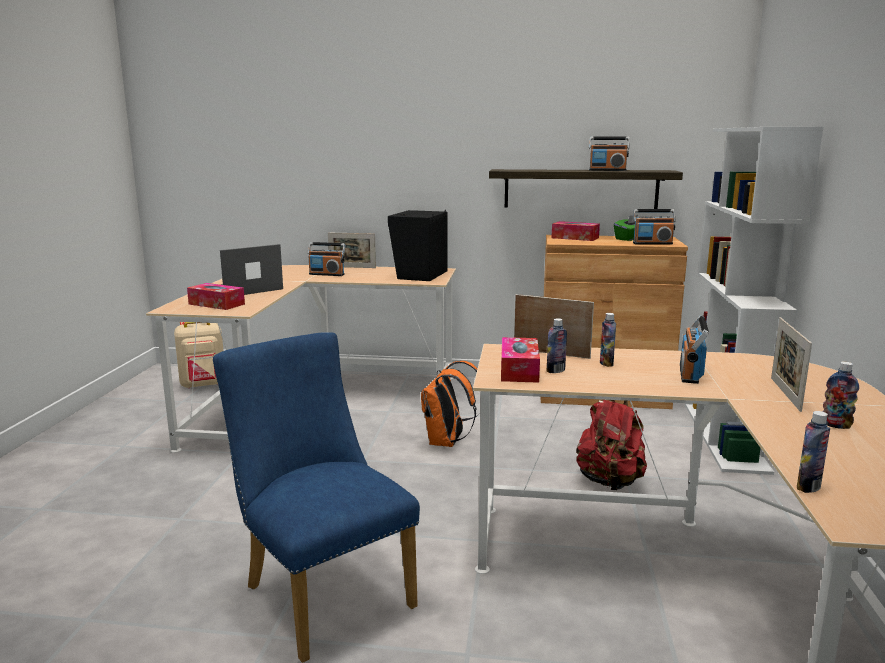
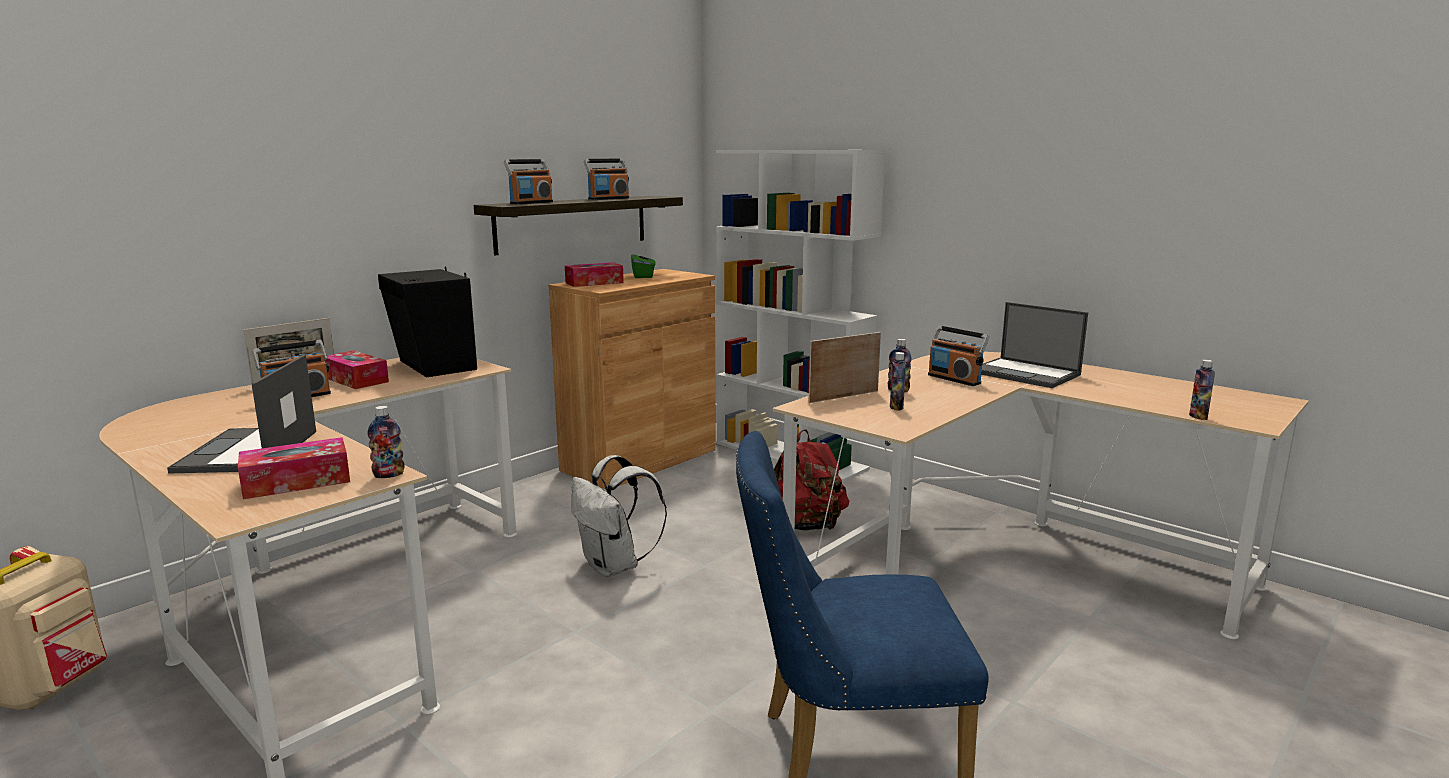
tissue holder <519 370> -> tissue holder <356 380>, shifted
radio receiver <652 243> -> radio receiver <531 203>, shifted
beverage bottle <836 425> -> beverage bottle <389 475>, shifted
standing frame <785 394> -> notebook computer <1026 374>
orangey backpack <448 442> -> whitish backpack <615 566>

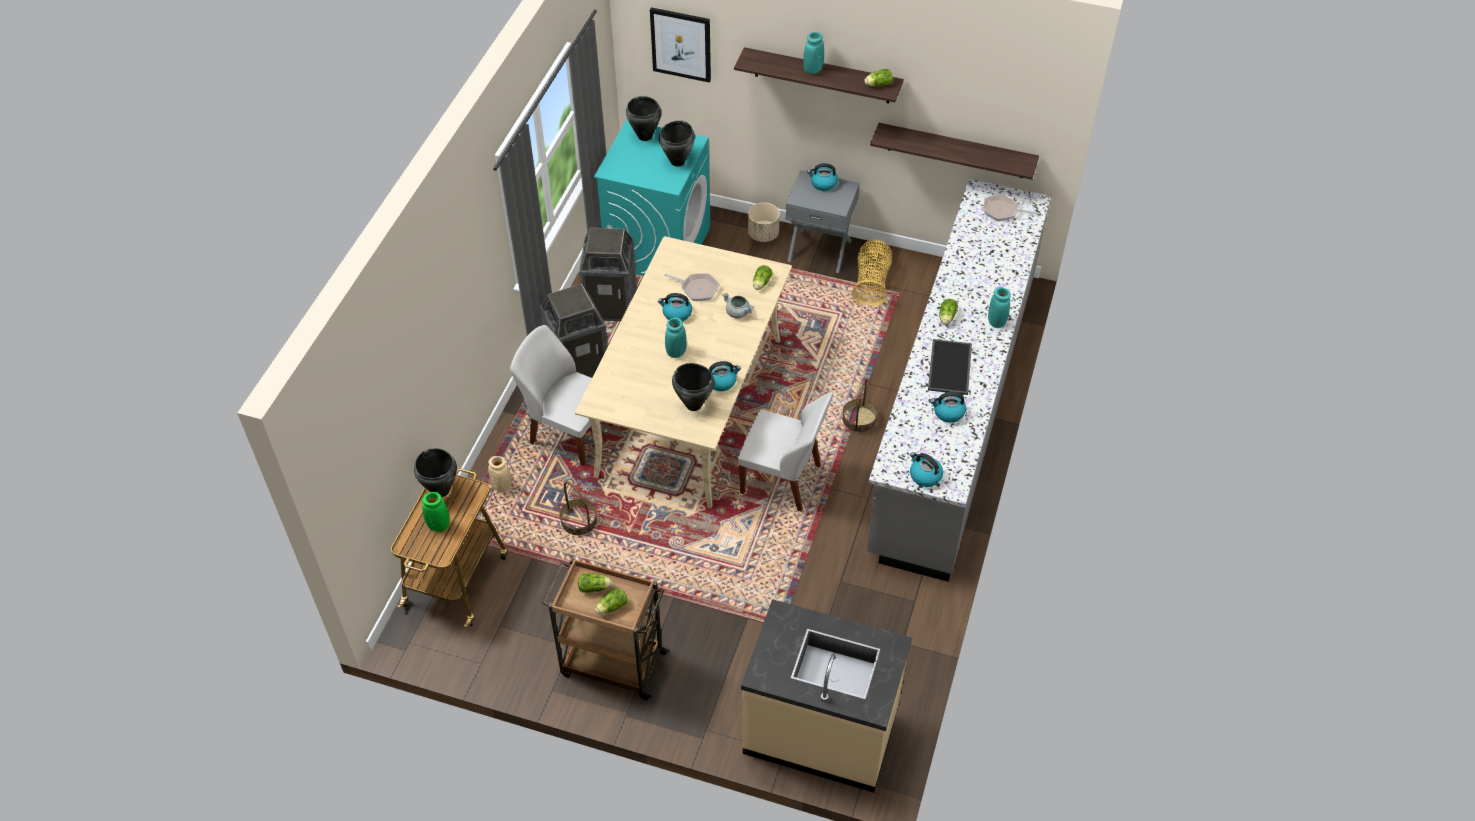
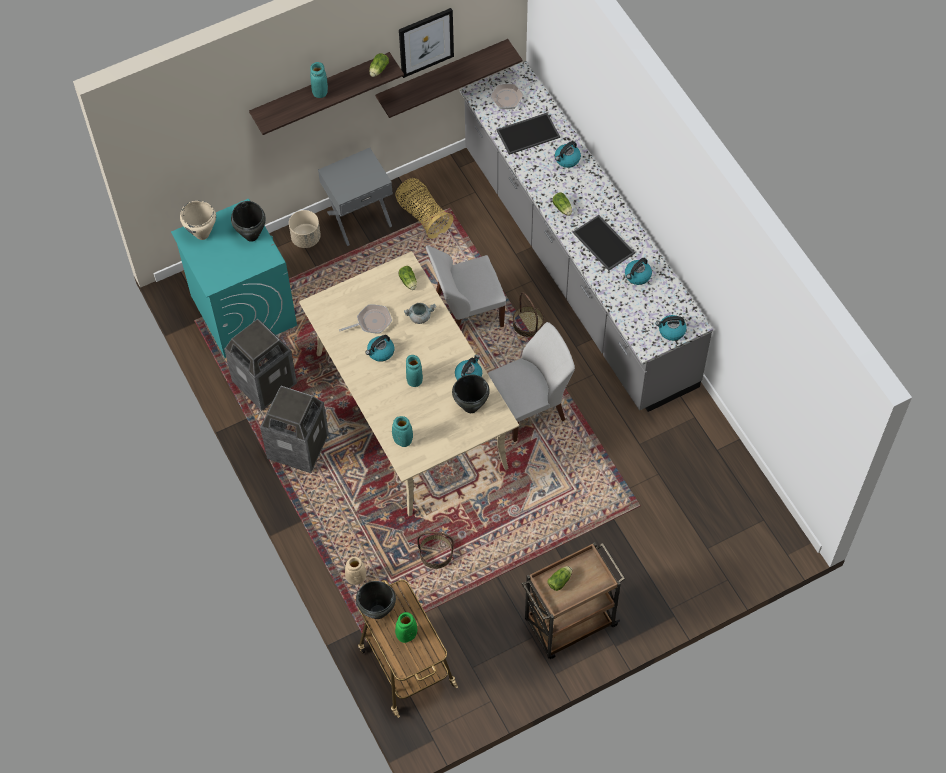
lettuce head <611 607> -> none
sand-coloured counter <821 731> -> none
none -> carrying tray <528 133>
whitish plain chair <570 432> -> whitish plain chair <466 313>, shifted
wall art <681 44> -> wall art <426 42>, shifted
tea kettle <823 183> -> tea kettle <567 159>, shifted
turquoise-coloured decorative vase <996 322> -> turquoise-coloured decorative vase <403 440>, shifted
black stockpot <645 136> -> sand-coloured stockpot <202 234>

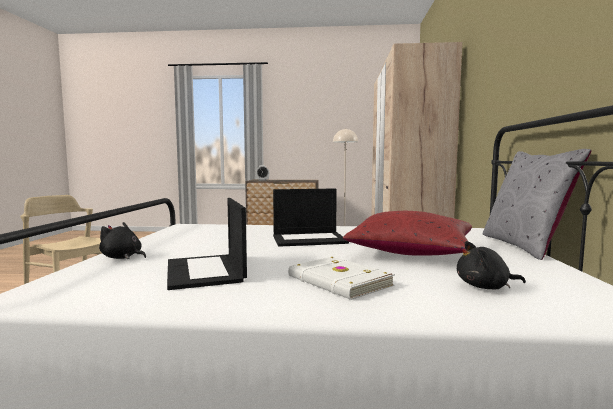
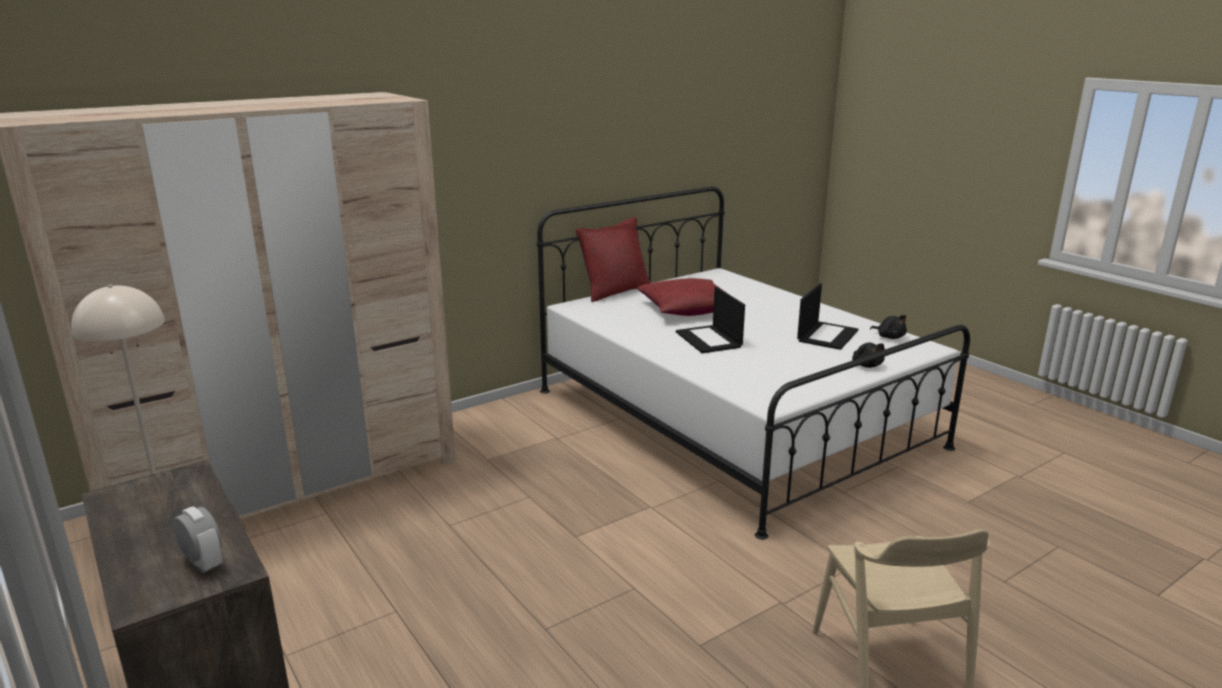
whitish book <338 282> -> none
black plush toy <485 287> -> black plush toy <889 337>, shifted
gray pillow <524 246> -> red pillow <614 291>
notebook computer <310 239> -> notebook computer <709 340>, 150 degrees counterclockwise

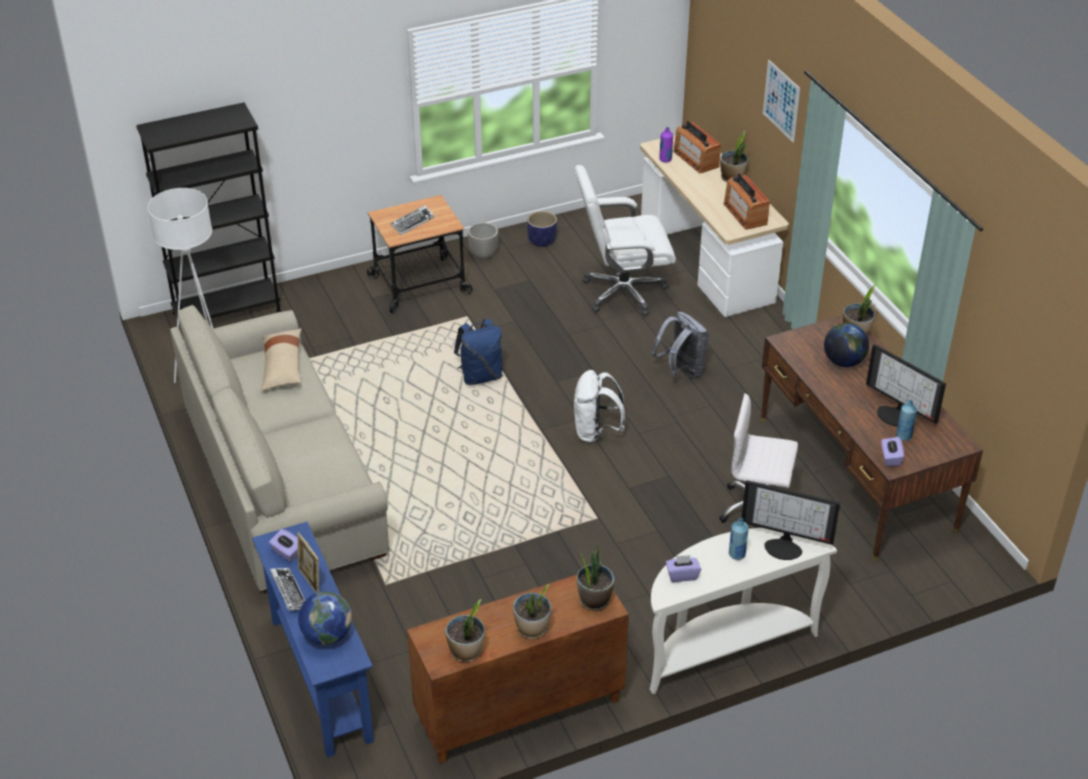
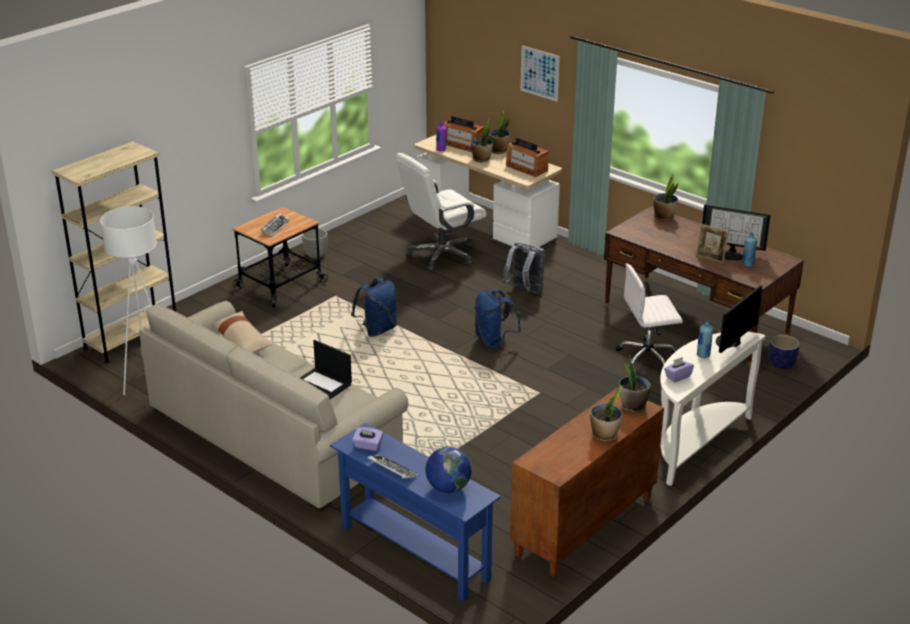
world globe <843 361> -> none
purplish tissue holder <890 458> -> none
none -> notebook computer <323 384>
standing frame <310 581> -> standing frame <710 258>, shifted
houseplant <466 651> -> houseplant <481 159>, shifted
flower pot <541 241> -> flower pot <781 364>, shifted
black bookcase <227 312> -> sand-coloured bookcase <131 338>
whitish backpack <596 432> -> bluish backpack <494 342>
monitor <784 546> -> monitor <730 342>, 135 degrees clockwise

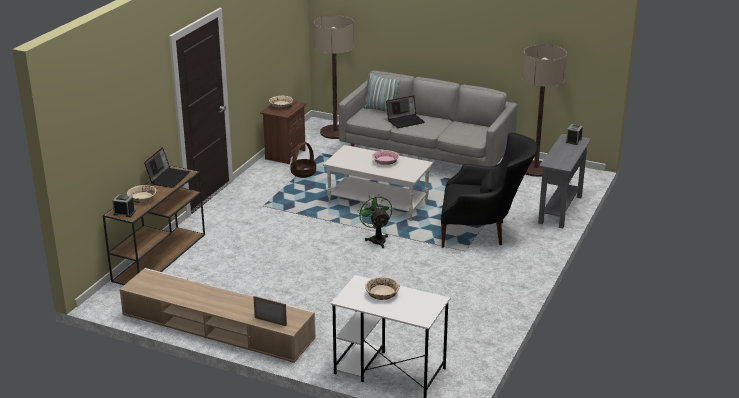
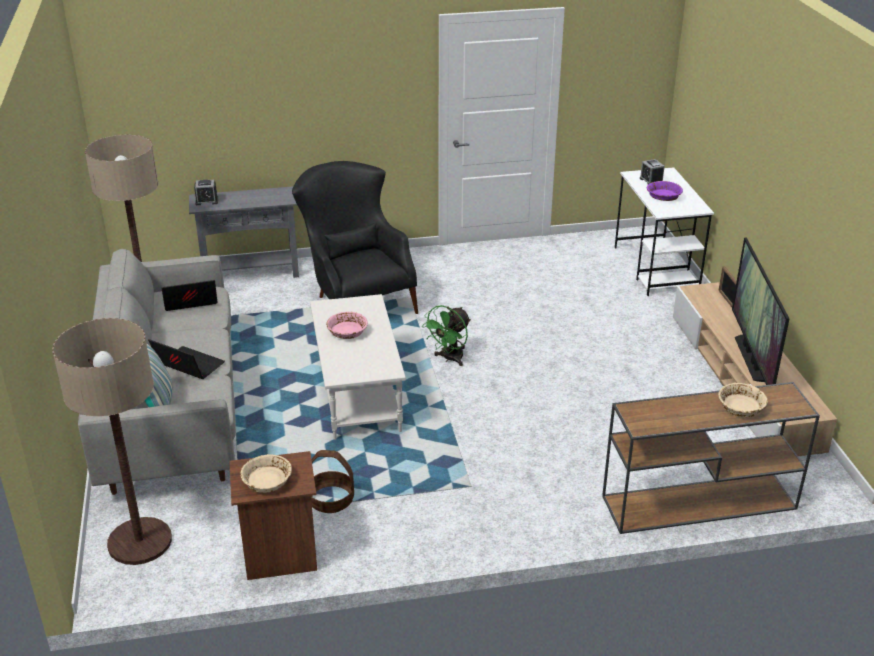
none -> TV set <751 358>
alarm clock <124 213> -> alarm clock <651 181>, shifted
notebook computer <168 178> -> notebook computer <189 302>, shifted
sand-coloured deep dish <382 294> -> purplish deep dish <663 197>

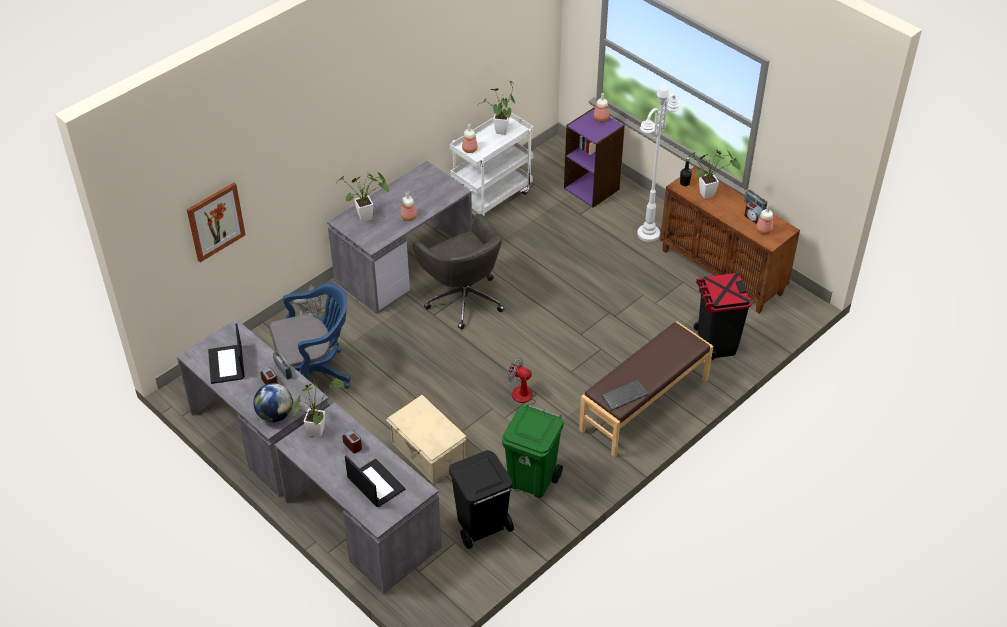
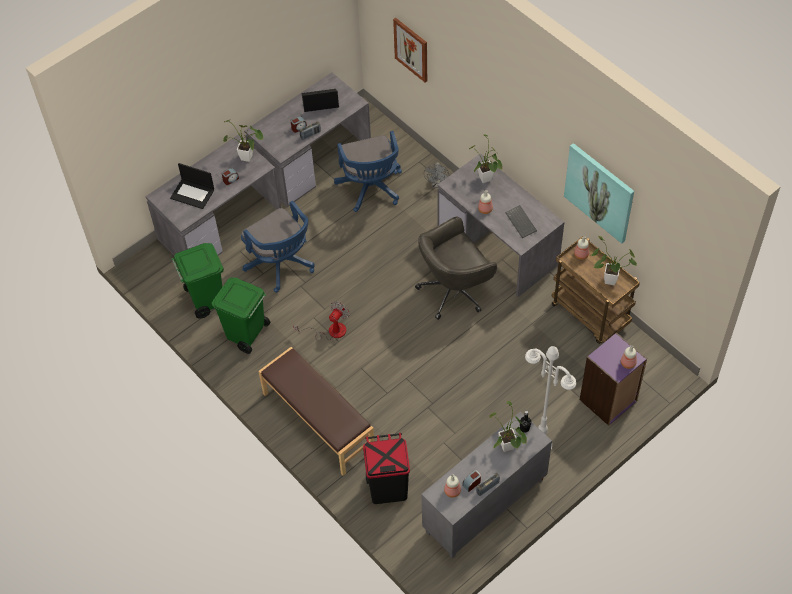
world globe <275 415> -> none
none -> wall art <600 192>
PC keyboard <624 395> -> PC keyboard <521 222>, shifted
sand-coloured storage container <427 453> -> bluish office chair <282 265>
black rubbish bin <481 527> -> green-coloured rubbish bin <206 299>
whitish trolley <492 198> -> brown trolley <591 314>
brown cabinet <723 272> -> gray cabinet <484 507>
notebook computer <375 483> -> notebook computer <193 194>, 60 degrees clockwise

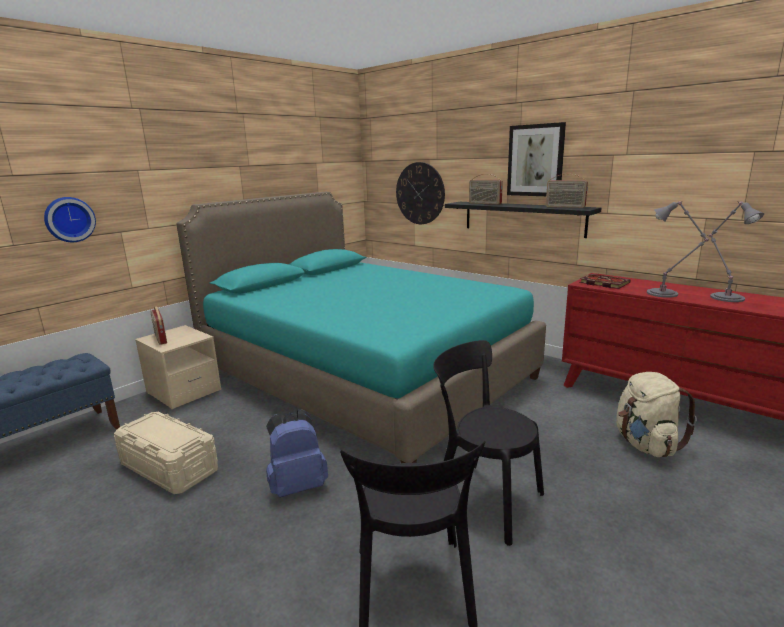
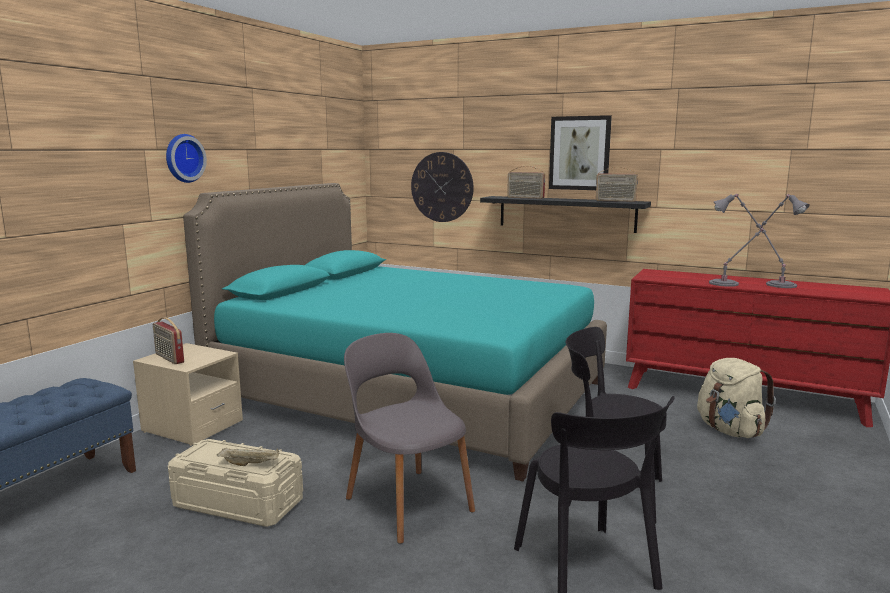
book <602 283> -> none
none -> sand-coloured carrying tray <250 464>
hanging clock <69 219> -> hanging clock <183 158>, shifted
bluish backpack <298 486> -> gray plain chair <407 502>

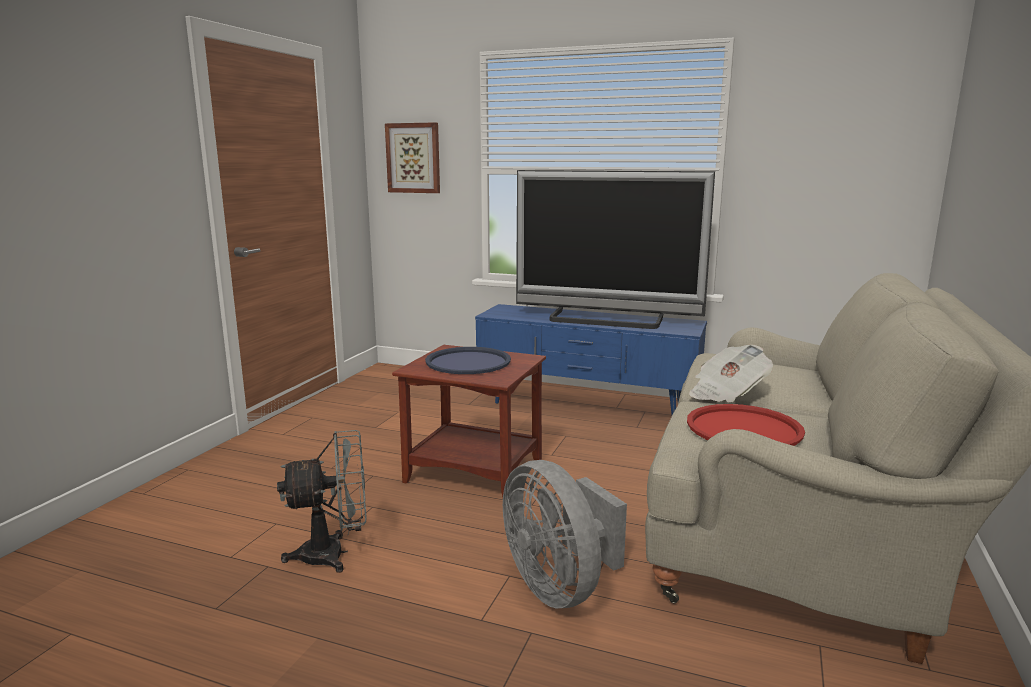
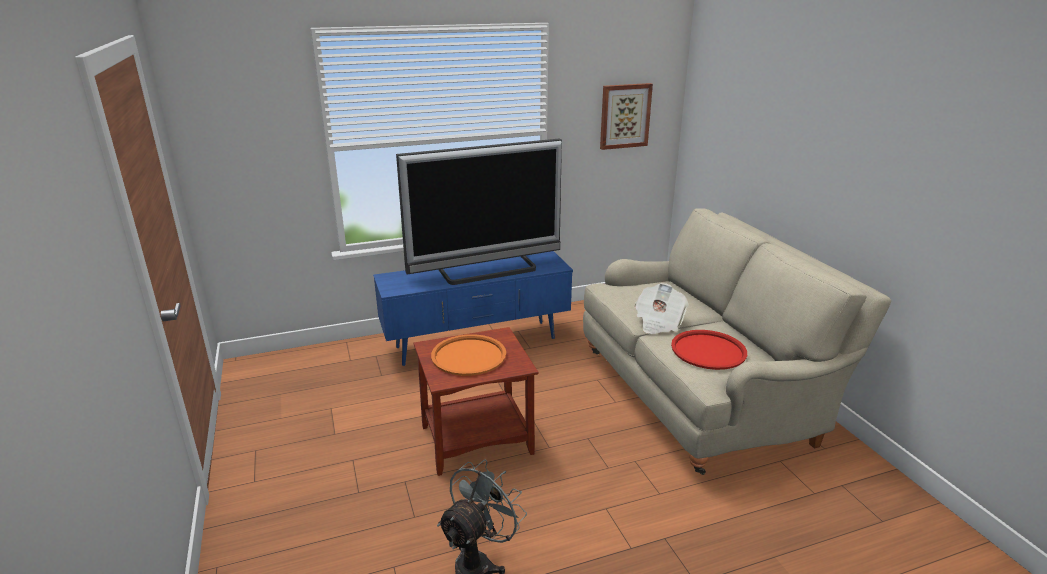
gray fan <559 586> -> none
wall art <413 158> -> wall art <624 116>, shifted
bluish carrying tray <468 362> -> orangey carrying tray <469 356>

